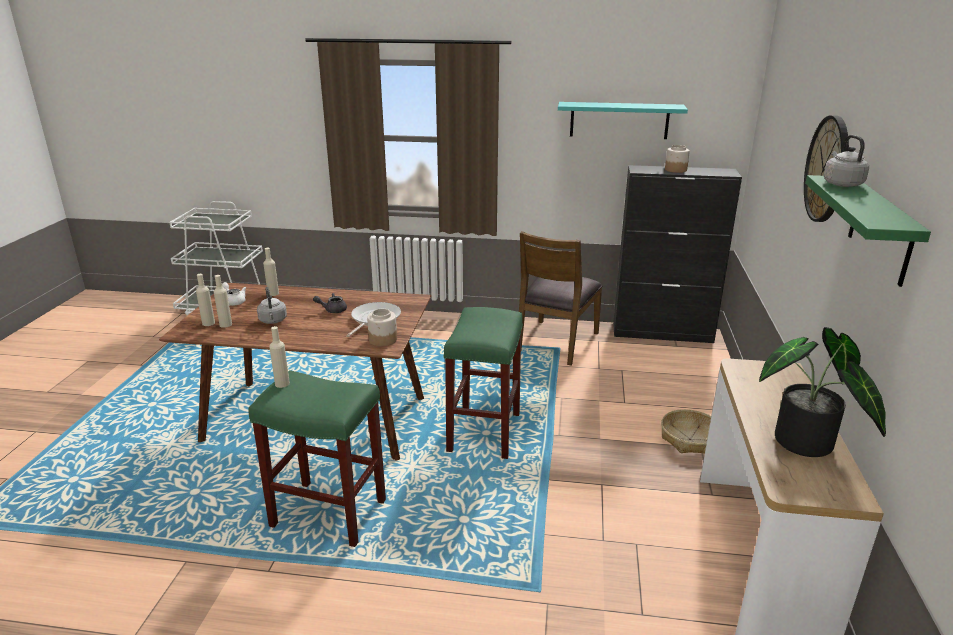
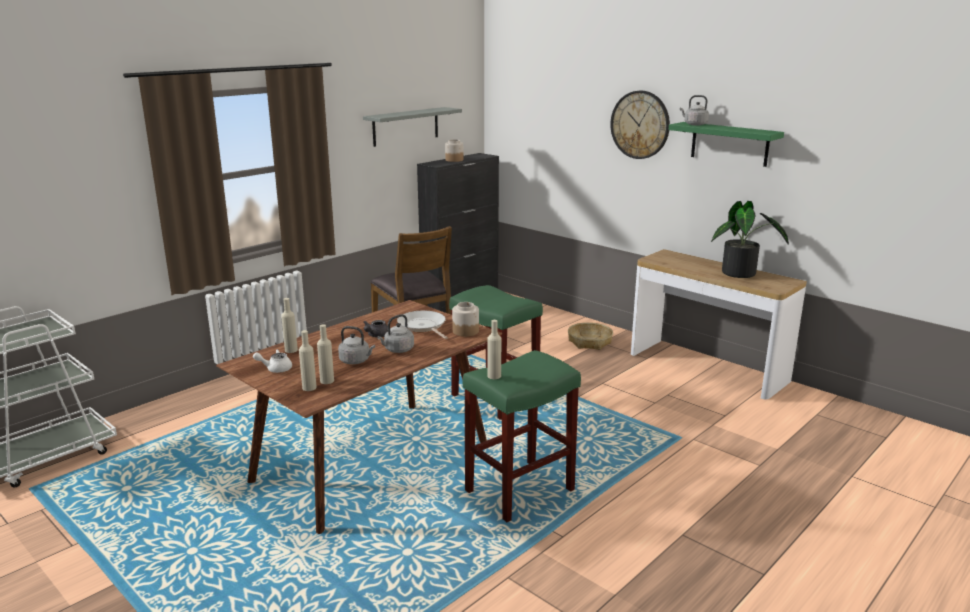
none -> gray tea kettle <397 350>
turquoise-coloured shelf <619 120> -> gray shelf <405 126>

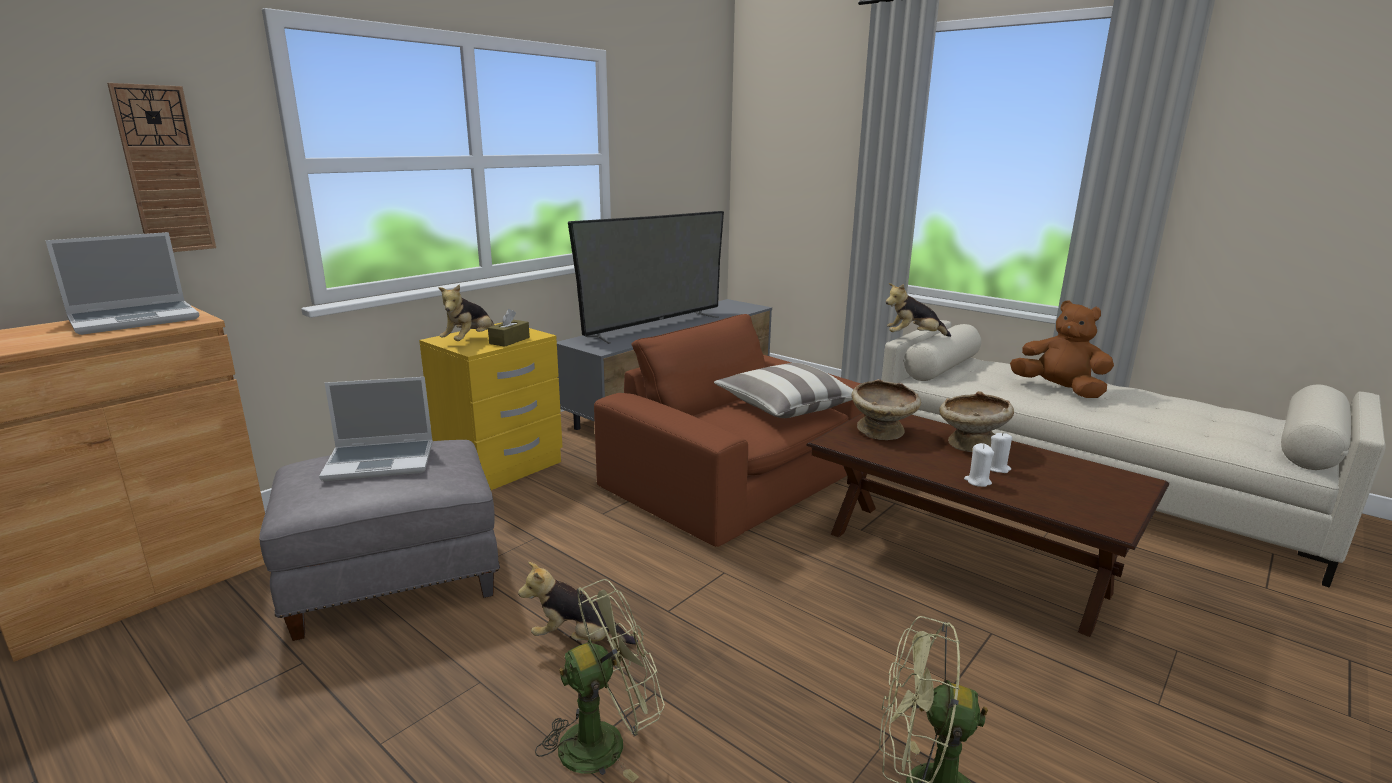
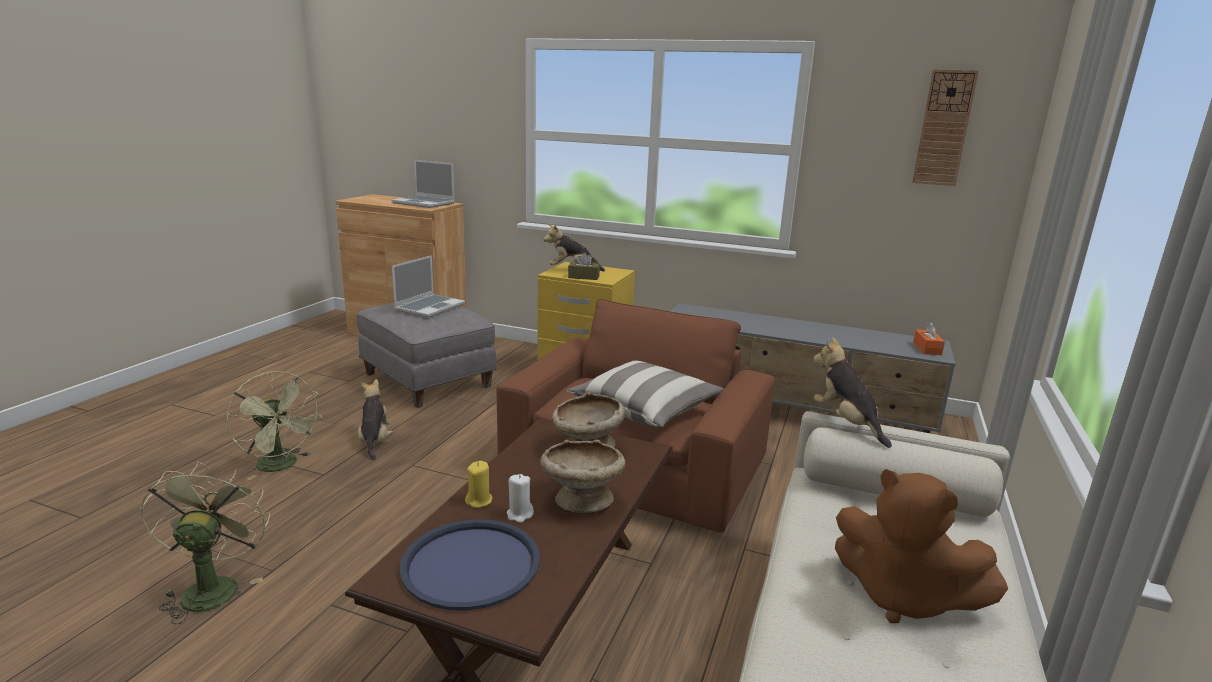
TV set <654 326> -> none
none -> bluish carrying tray <471 564>
none -> orangey tissue holder <927 349>
hanging clock <164 170> -> hanging clock <944 128>, shifted
whitish wax light <977 481> -> yellow-coloured wax light <479 501>
notebook computer <382 461> -> notebook computer <430 307>, 120 degrees counterclockwise
brown plush toy <1059 390> -> brown plush toy <901 597>, 105 degrees clockwise

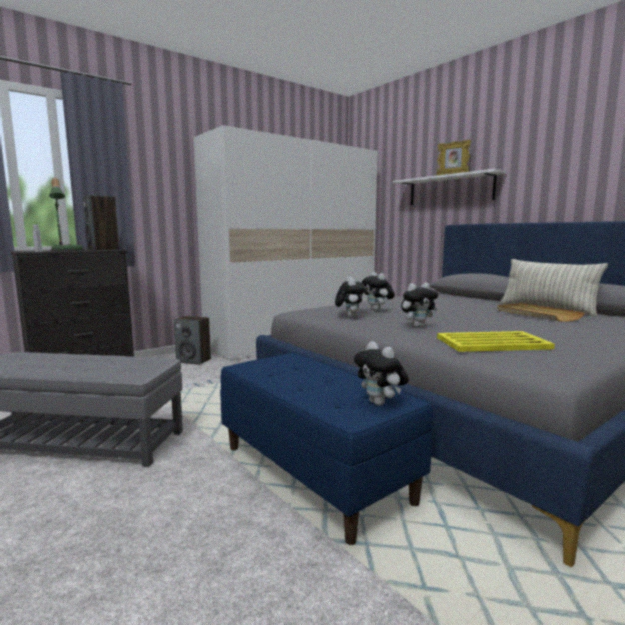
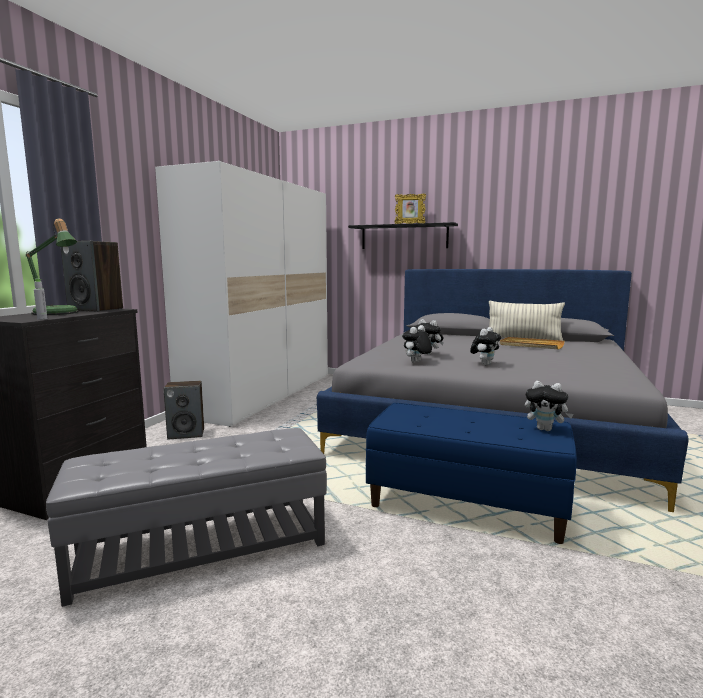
yellow-coloured carrying tray <493 343> -> none
whitish shelf <450 189> -> black shelf <404 236>
plush toy <349 316> -> plush toy <416 362>, 105 degrees counterclockwise

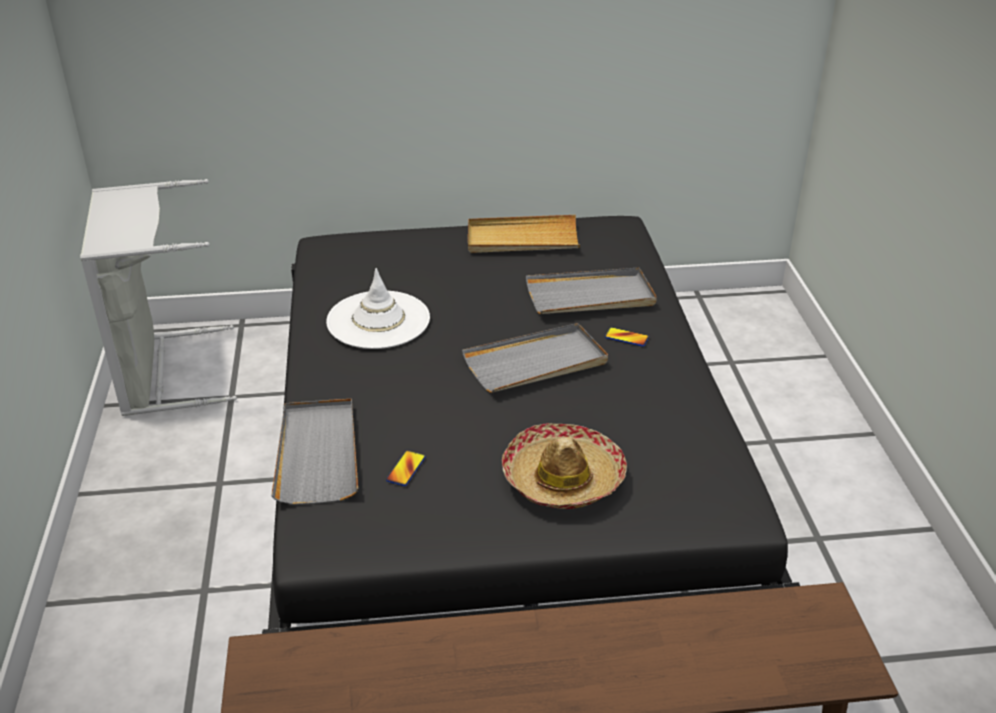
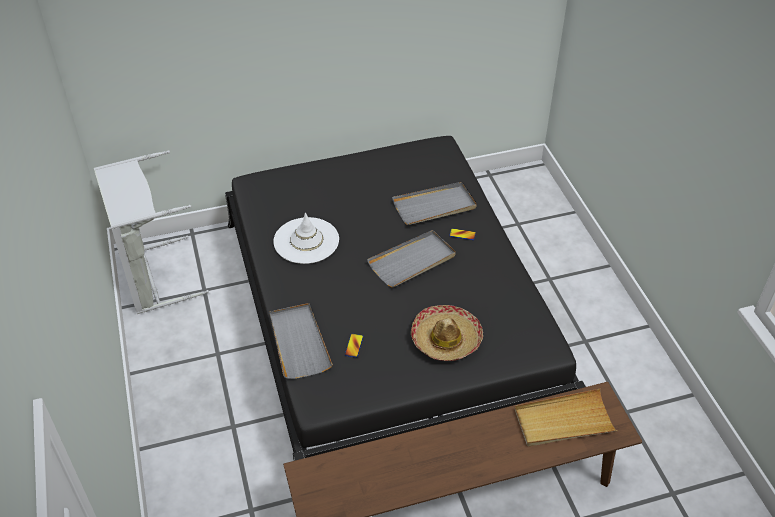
sand-coloured carrying tray <522 239> -> sand-coloured carrying tray <563 421>, shifted

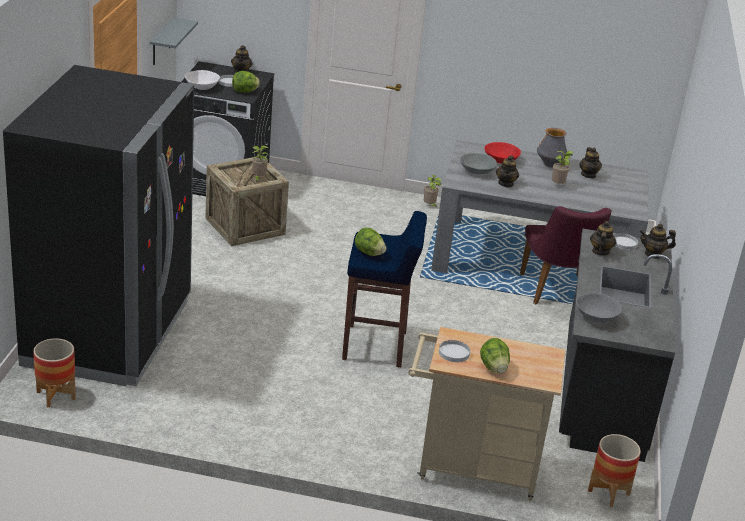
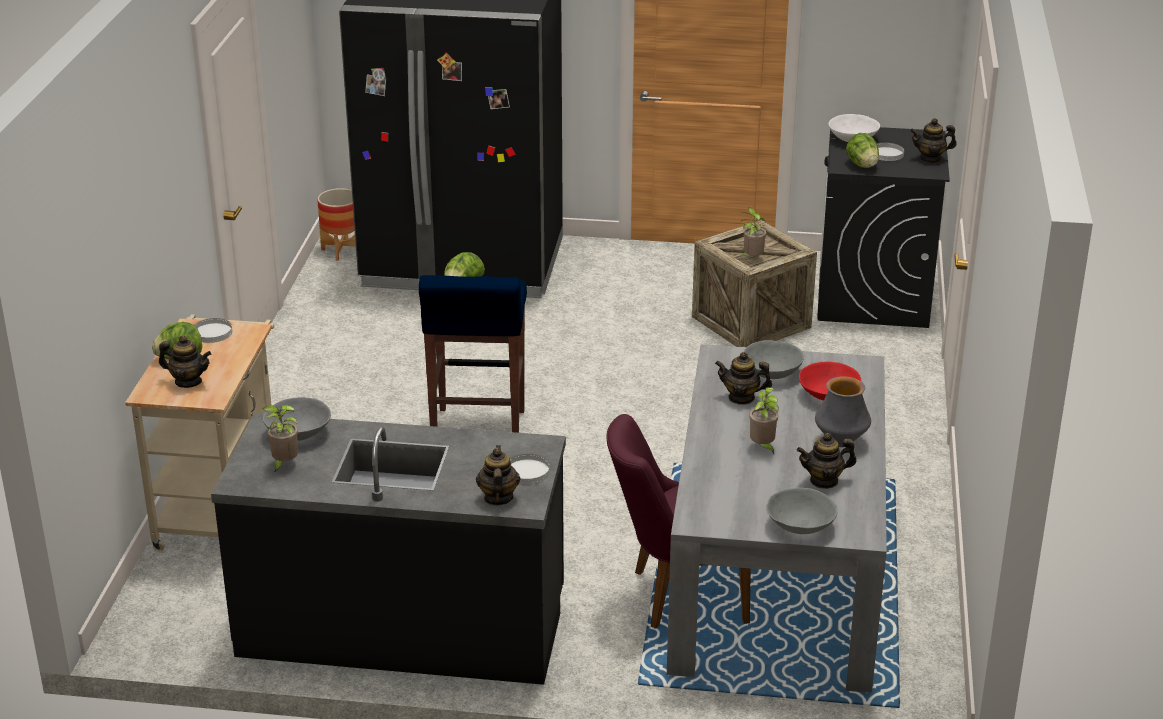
gray shelf <161 42> -> none
flower pot <608 493> -> none
none -> gray deep dish <800 526>
houseplant <430 206> -> houseplant <284 464>, shifted
tea pot <600 251> -> tea pot <188 381>, shifted

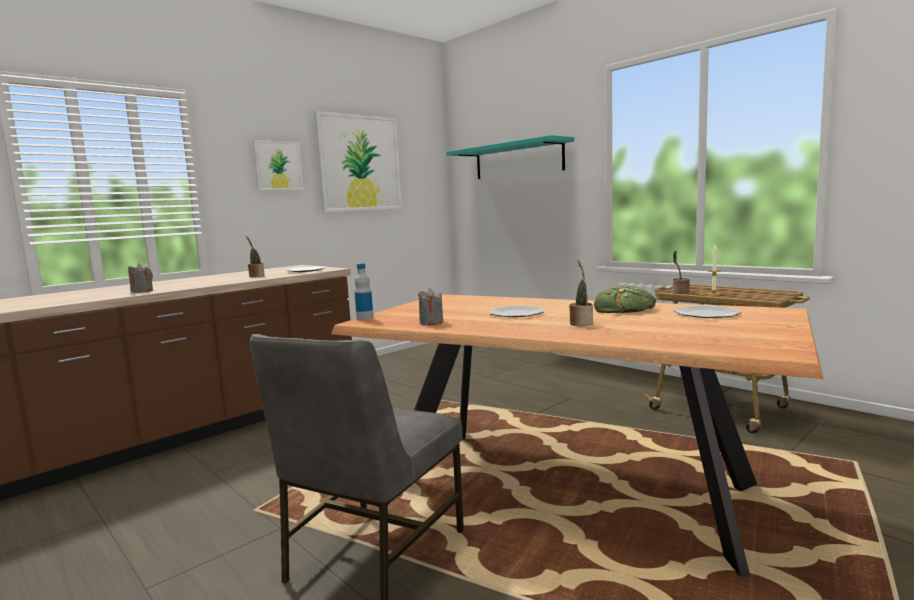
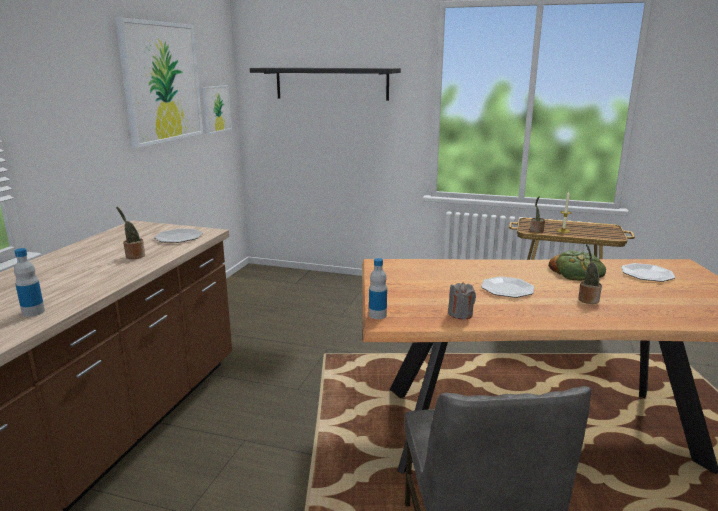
wall art <278 166> -> wall art <216 109>, shifted
gray wax light <142 291> -> beverage bottle <33 312>
turquoise-coloured shelf <518 160> -> black shelf <331 83>

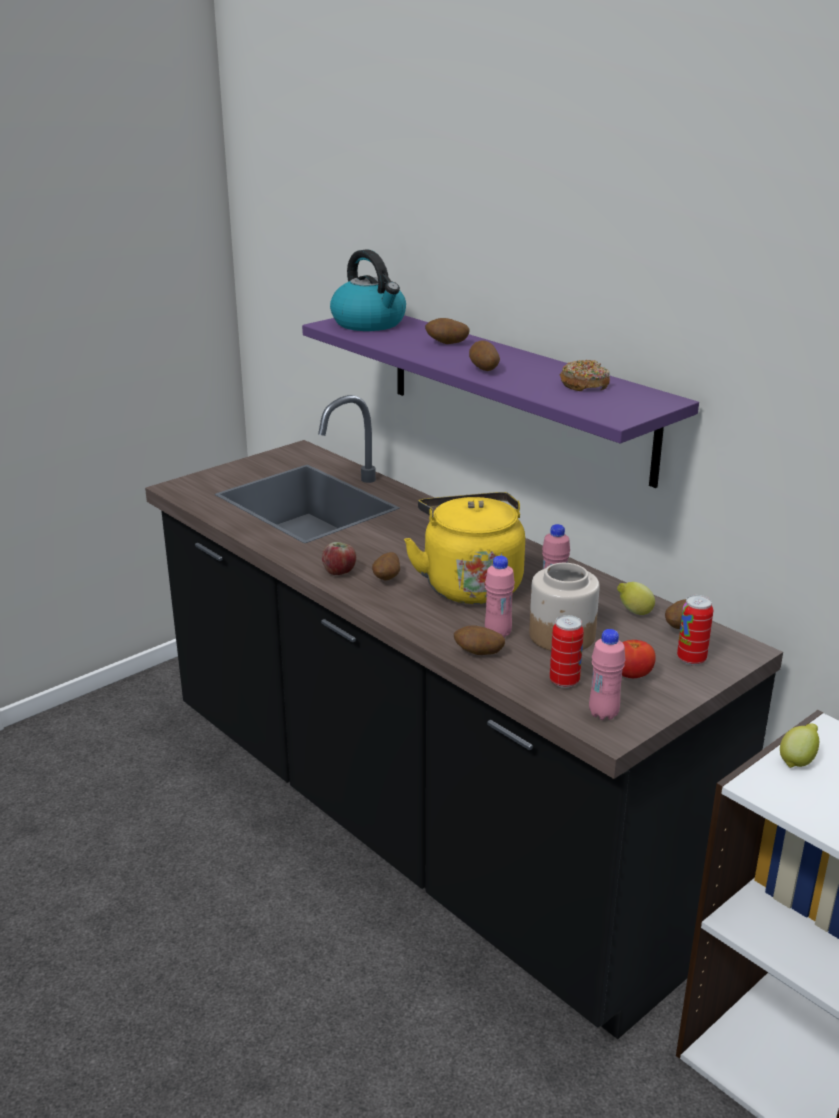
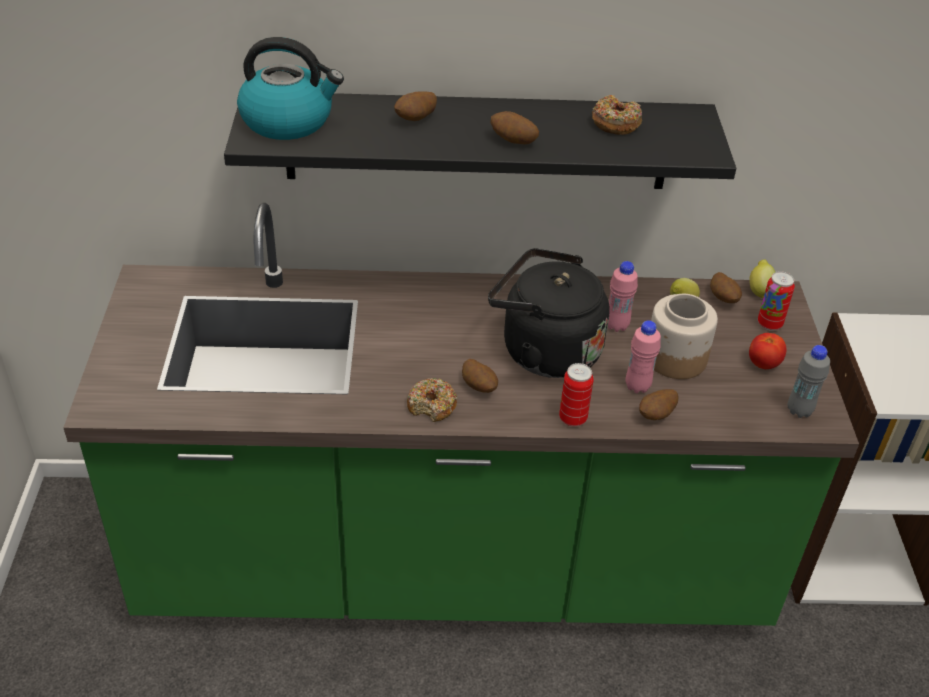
can <564 681> -> can <573 418>, shifted
lemon <797 761> -> lemon <759 291>, shifted
apple <339 572> -> ring doughnut <432 406>
black counter <419 824> -> green-coloured counter <453 569>
purplish shelf <517 392> -> black shelf <477 140>
yellow-coloured tea kettle <470 584> -> black tea kettle <544 350>
pink beverage bottle <603 714> -> gray beverage bottle <799 410>

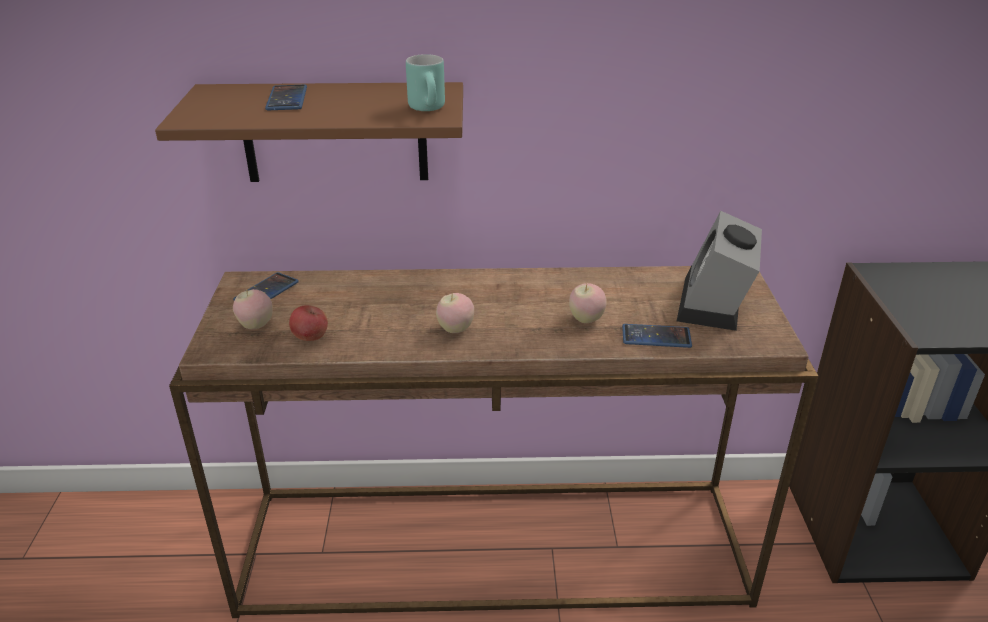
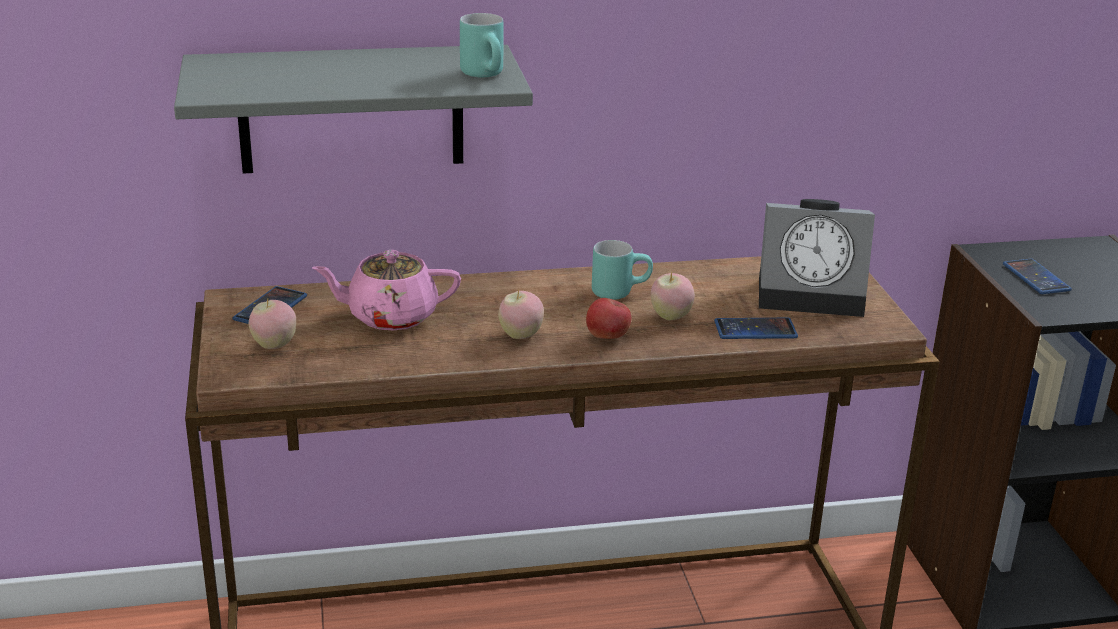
none -> pink tea pot <390 316>
none -> turquoise-coloured tea mug <619 291>
handset <287 99> -> handset <1036 277>, shifted
apple <310 338> -> apple <607 337>, shifted
brown shelf <334 132> -> gray shelf <351 109>
alarm clock <714 305> -> alarm clock <813 294>, 90 degrees counterclockwise

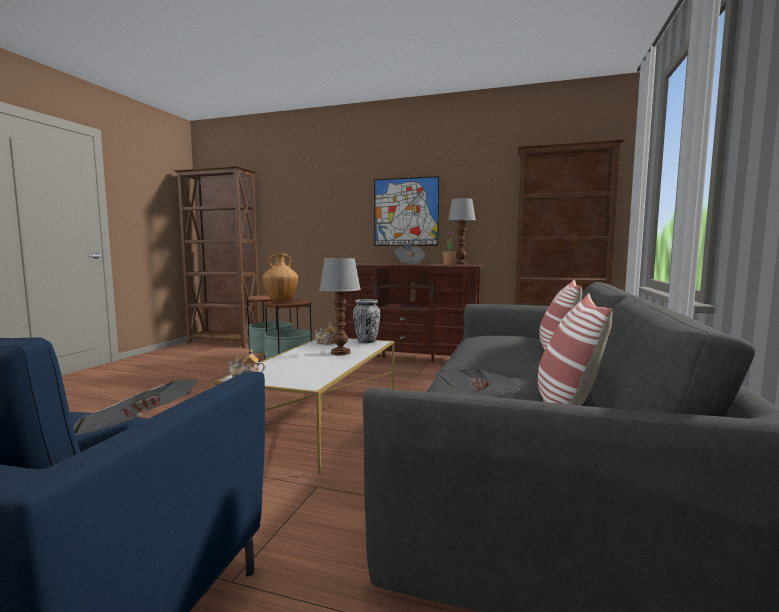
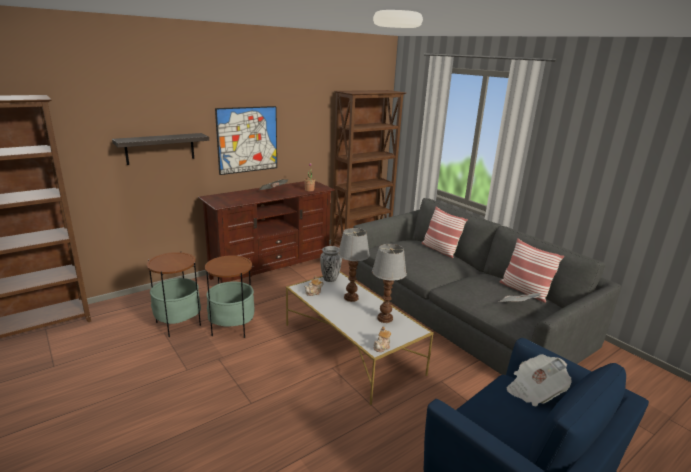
brown decorative vase <281 301> -> none
none -> shelf <160 148>
lamp for a table <460 264> -> lamp for a table <384 318>, shifted

